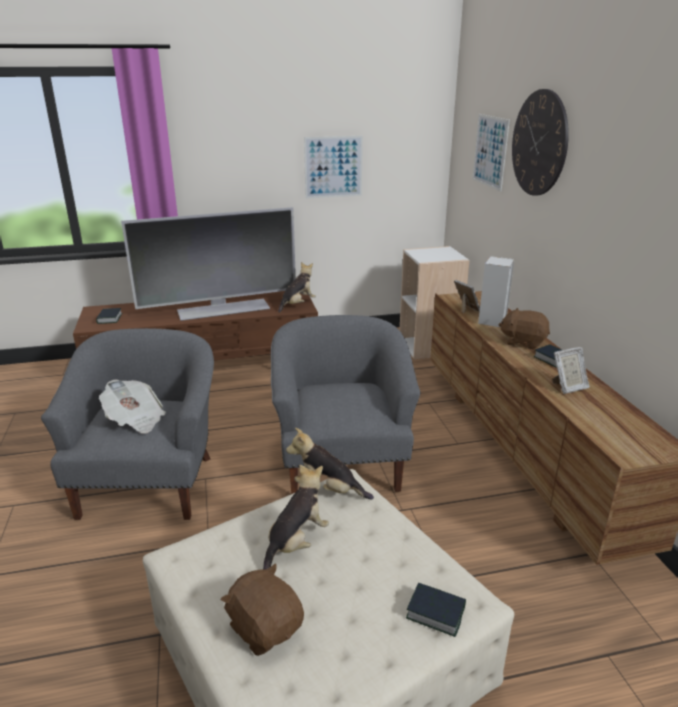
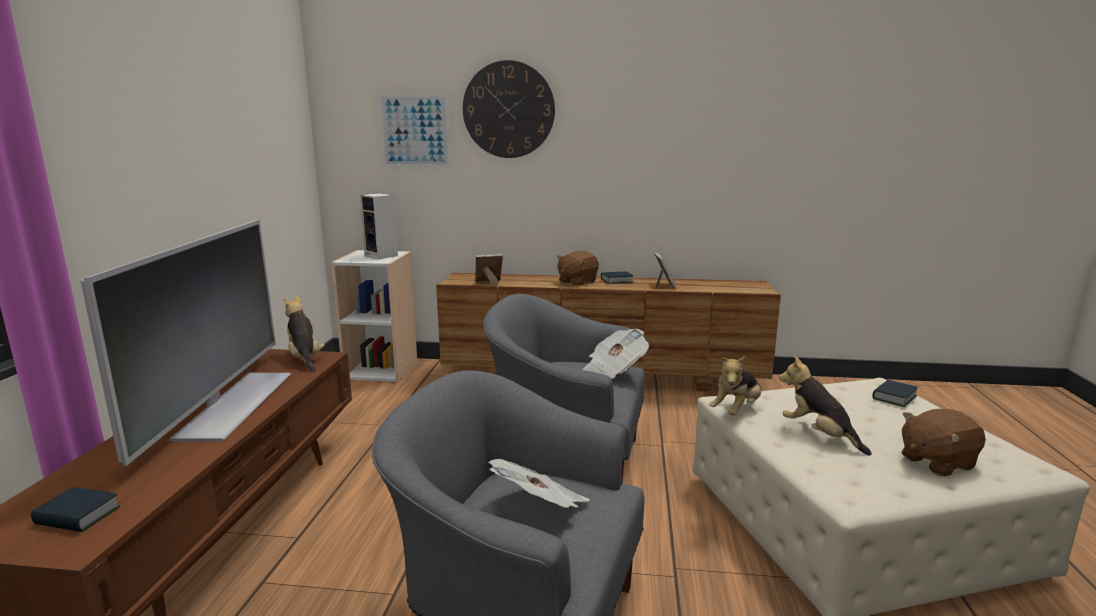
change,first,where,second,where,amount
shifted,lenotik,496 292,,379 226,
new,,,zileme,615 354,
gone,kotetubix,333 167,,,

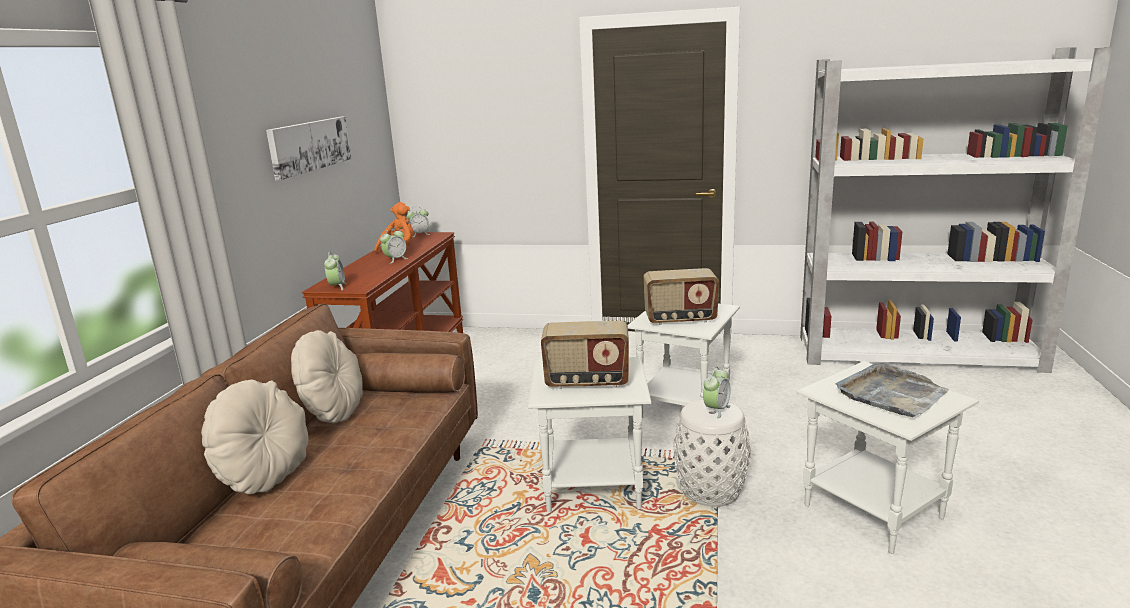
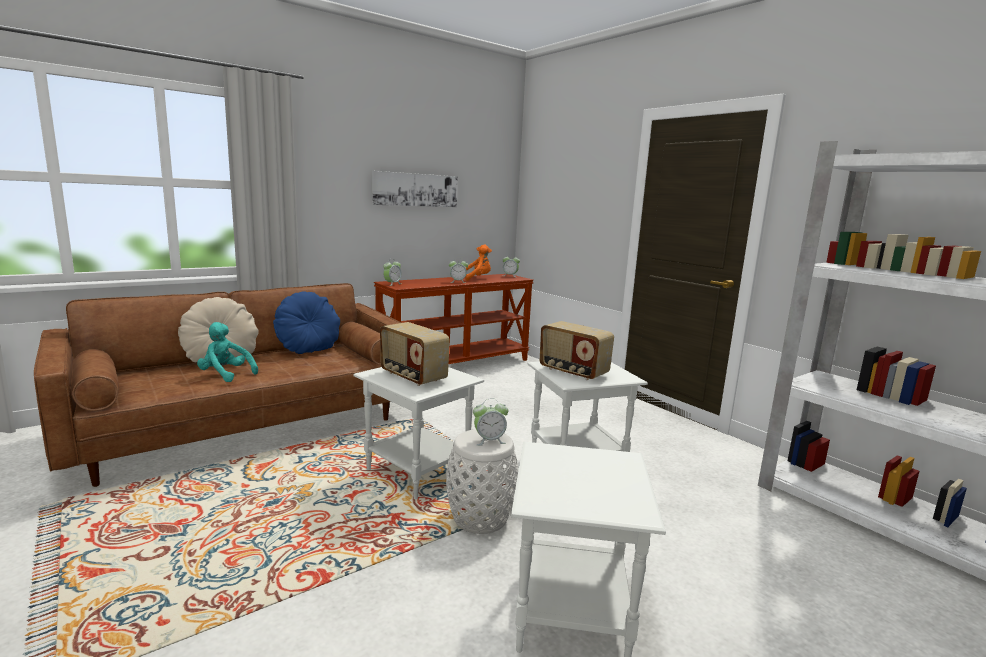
change,first,where,second,where,amount
new,,,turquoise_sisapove,227 352,
repainted,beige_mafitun,327 376,blue_mafitun,306 322,
gone,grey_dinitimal,892 390,,,

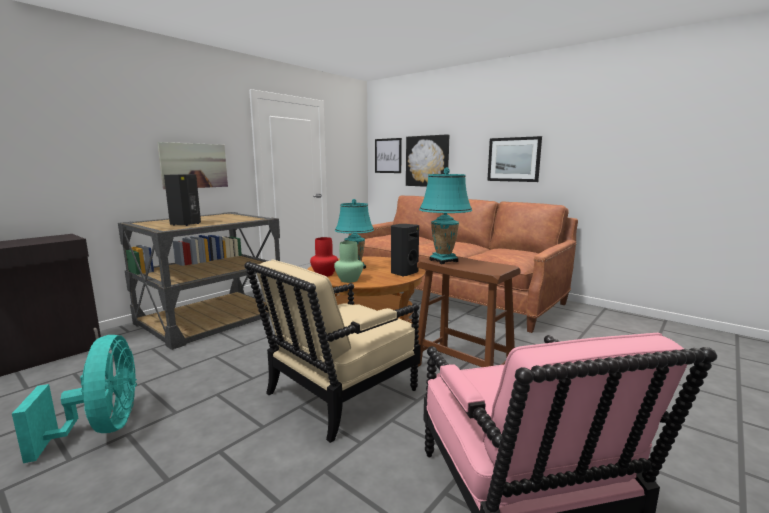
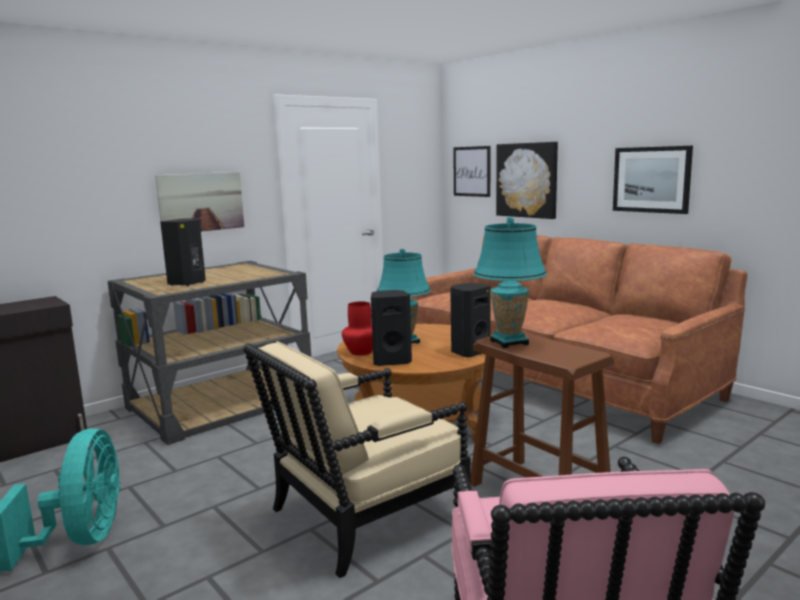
change,first,where,second,where,amount
swapped,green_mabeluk,348 262,black_lenotik,391 328,

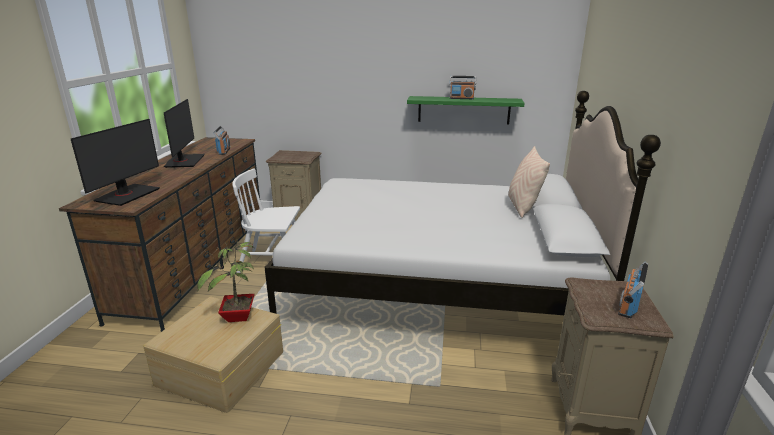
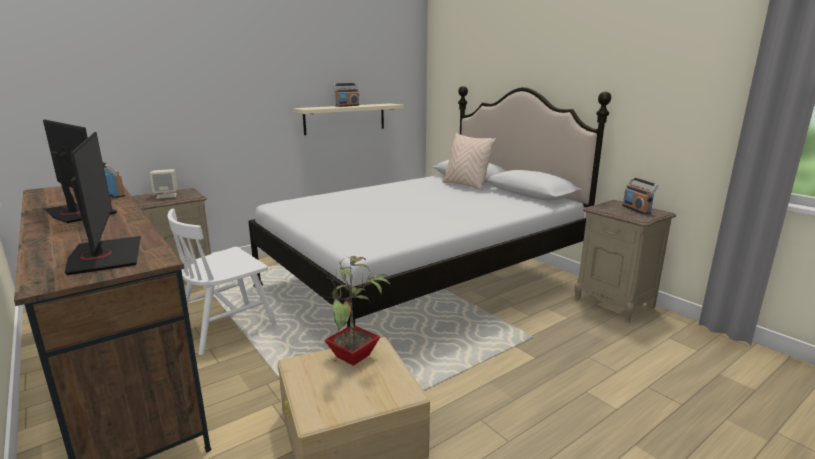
change,first,where,second,where,amount
new,,,beige_lenotik,164 184,
repainted,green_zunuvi,466 110,beige_zunuvi,348 119,

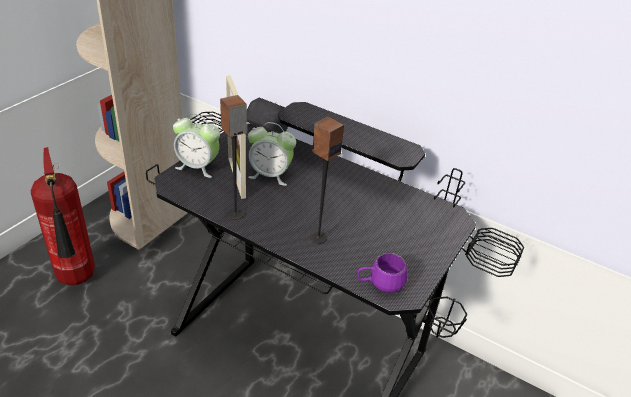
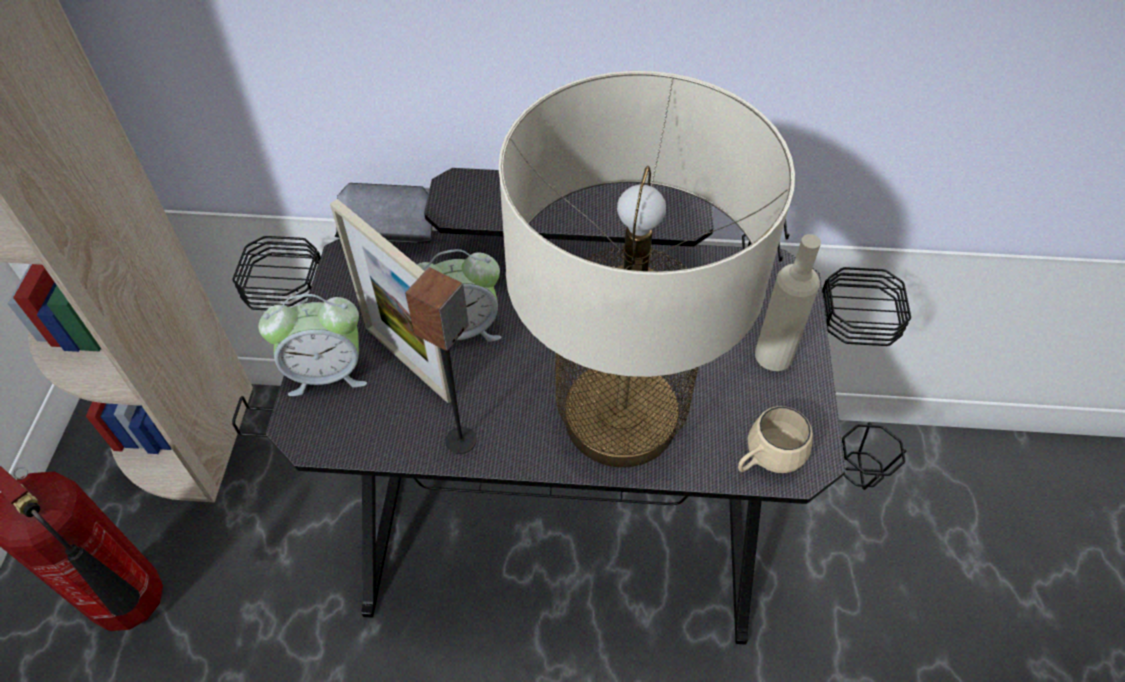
change,first,where,second,where,amount
swapped,lenotik,327 180,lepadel,646 269,
repainted,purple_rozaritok,383 273,beige_rozaritok,775 439,
new,,,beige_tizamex,788 302,

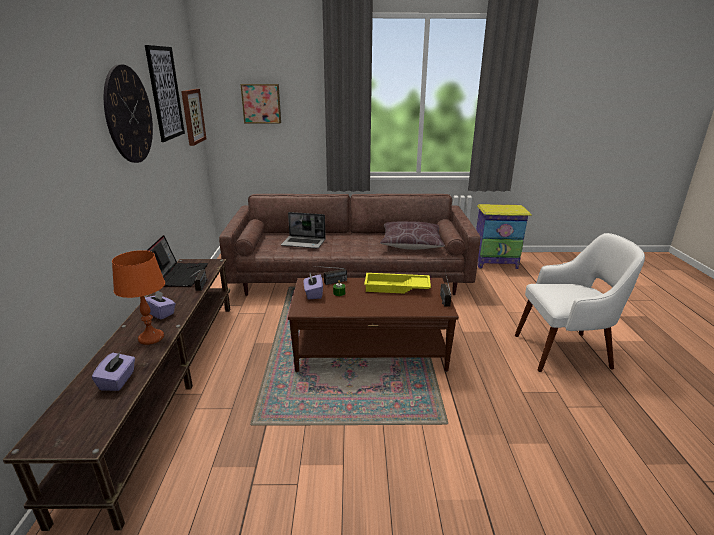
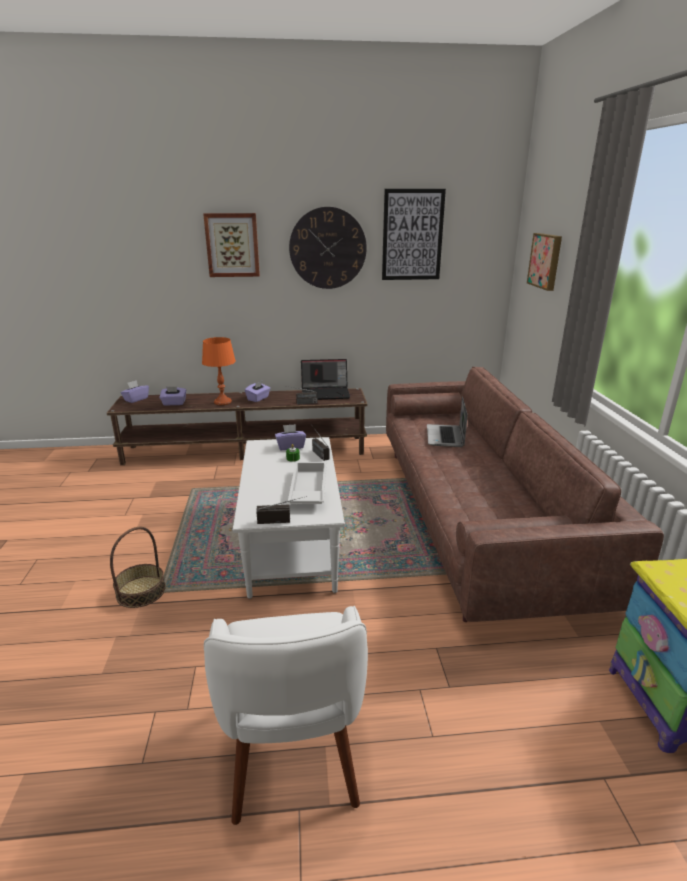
change,first,where,second,where,amount
new,,,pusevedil,138 567,
new,,,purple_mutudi,135 391,
shifted,kotetubix,193 117,,231 245,
repainted,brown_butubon,373 325,white_butubon,289 518,
repainted,yellow_dinitimal,397 283,white_dinitimal,307 483,
gone,brown_mafitun,412 235,,,

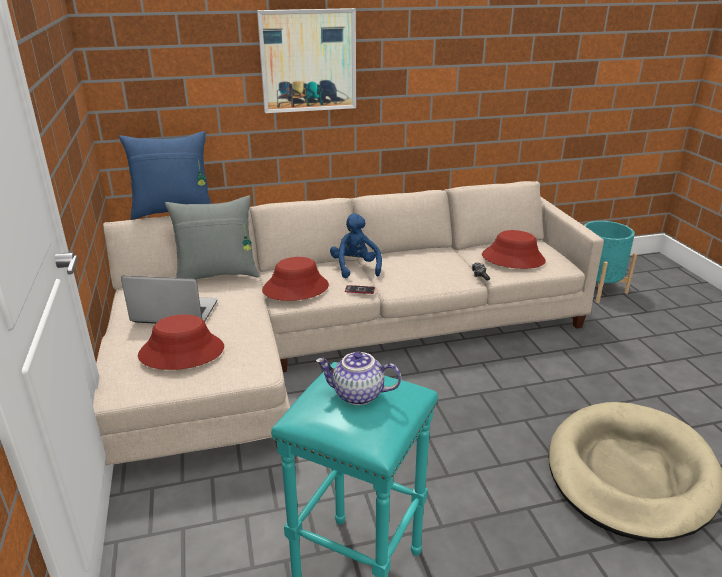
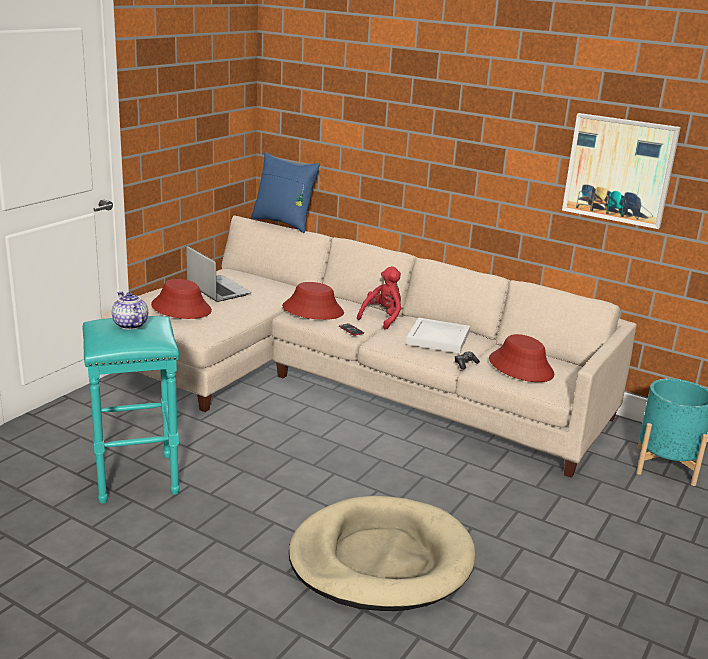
change,first,where,second,where,amount
repainted,blue_sisapove,356 246,red_sisapove,379 298,
new,,,white_dinitimal,438 335,
shifted,kotetubix,306 60,,621 171,
gone,grey_mafitun,212 237,,,

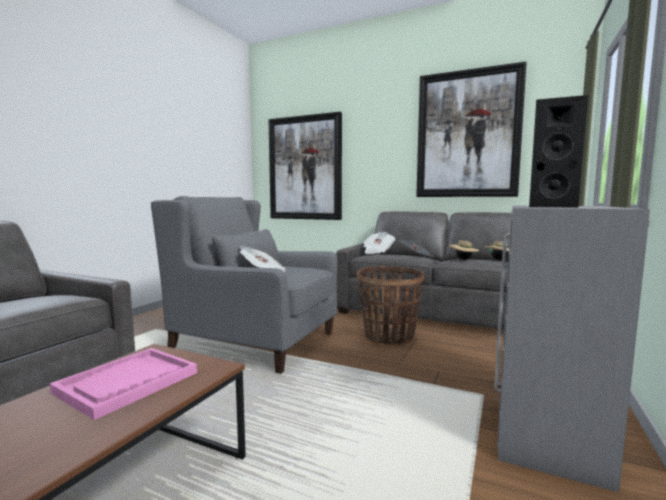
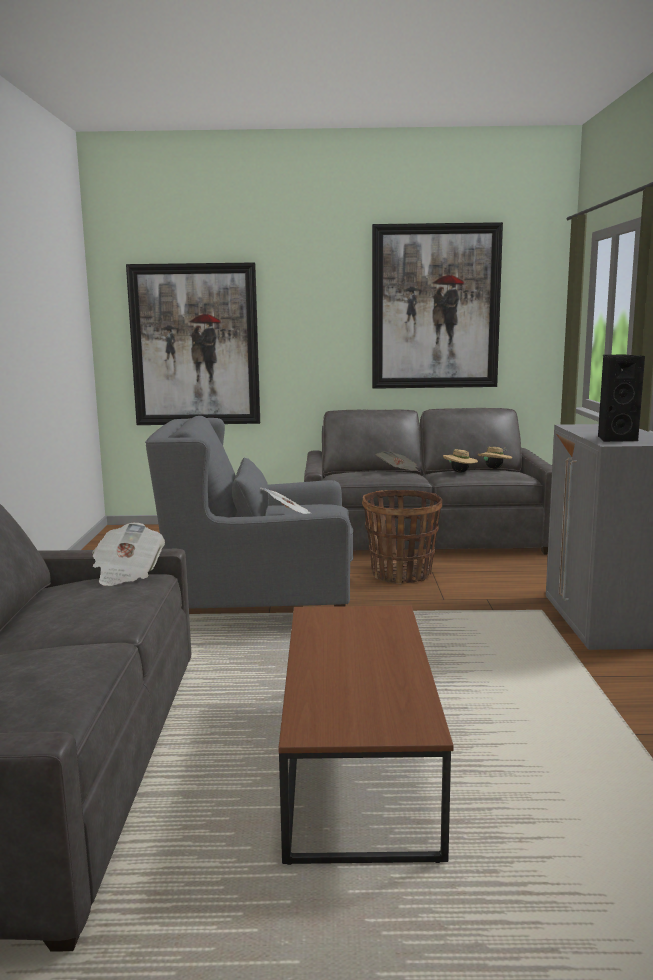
change,first,where,second,where,amount
shifted,zileme,379 243,,128 554,
gone,pink_dinitimal,123 384,,,

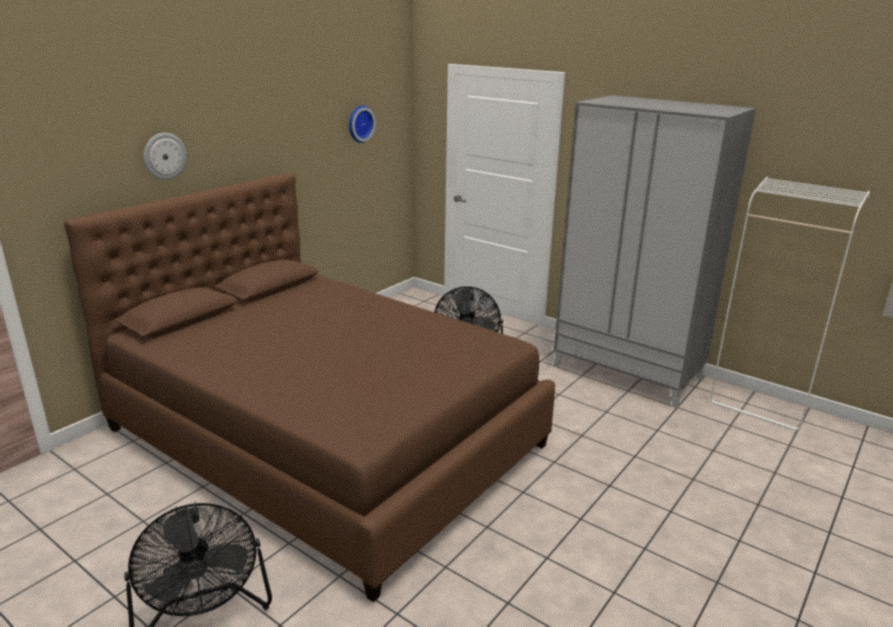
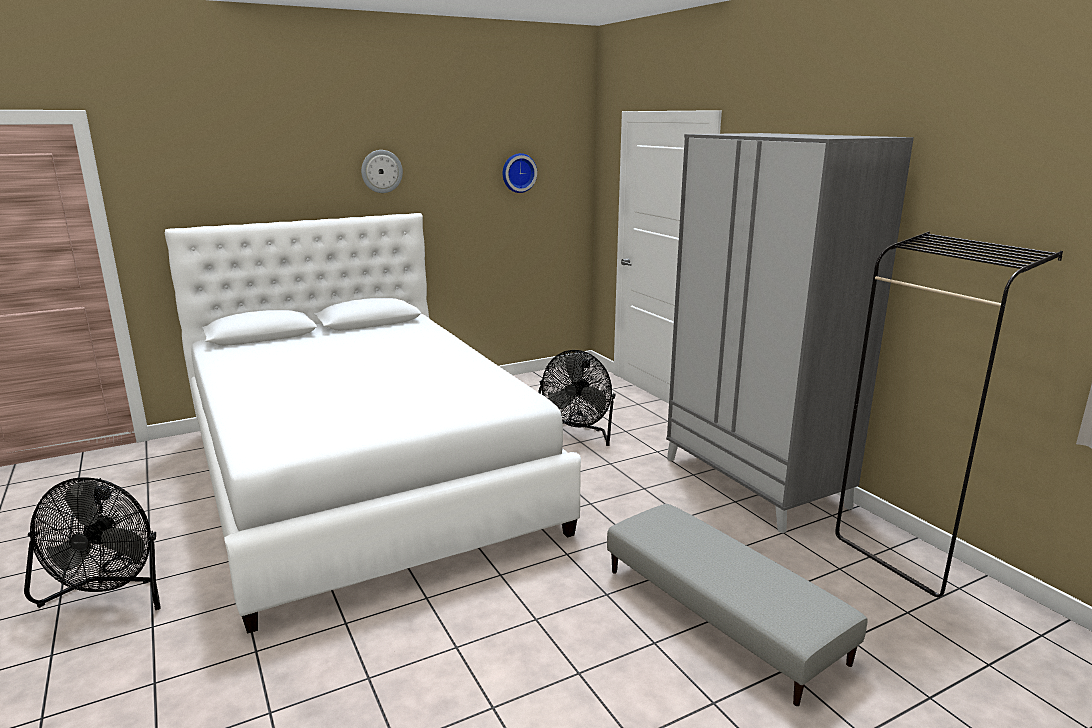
change,first,where,second,where,amount
repainted,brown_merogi,309 387,white_merogi,373 423,
shifted,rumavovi,165 156,,382 171,
new,,,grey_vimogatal,737 605,
repainted,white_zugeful,790 303,black_zugeful,949 414,

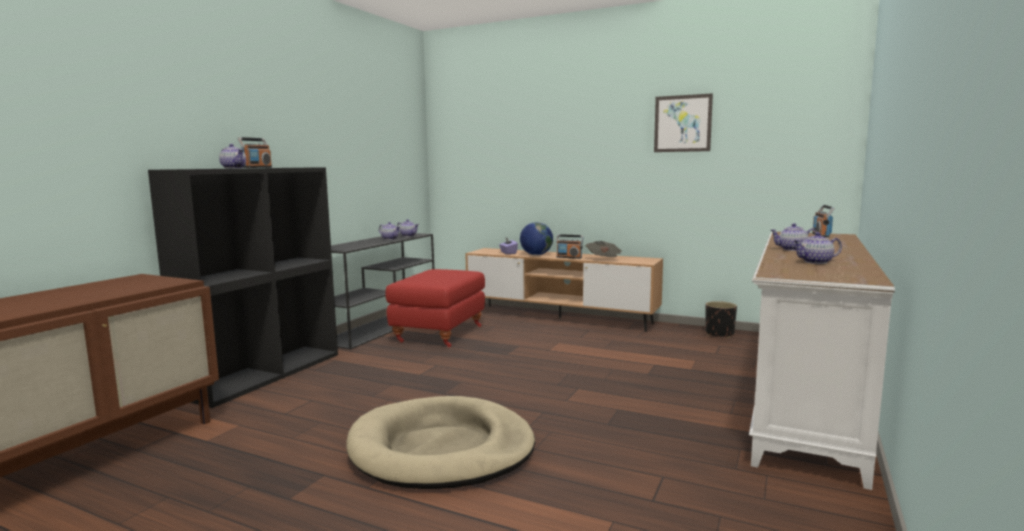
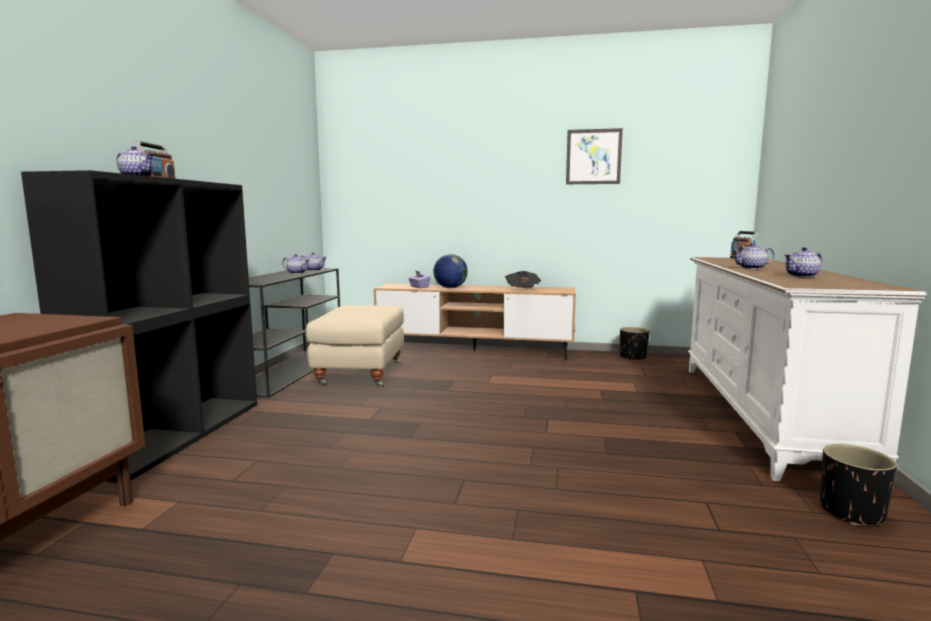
change,first,where,second,where,amount
repainted,red_vimogatal,435 308,beige_vimogatal,355 346,
new,,,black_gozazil,858 485,
gone,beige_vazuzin,440 442,,,
gone,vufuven,569 246,,,

